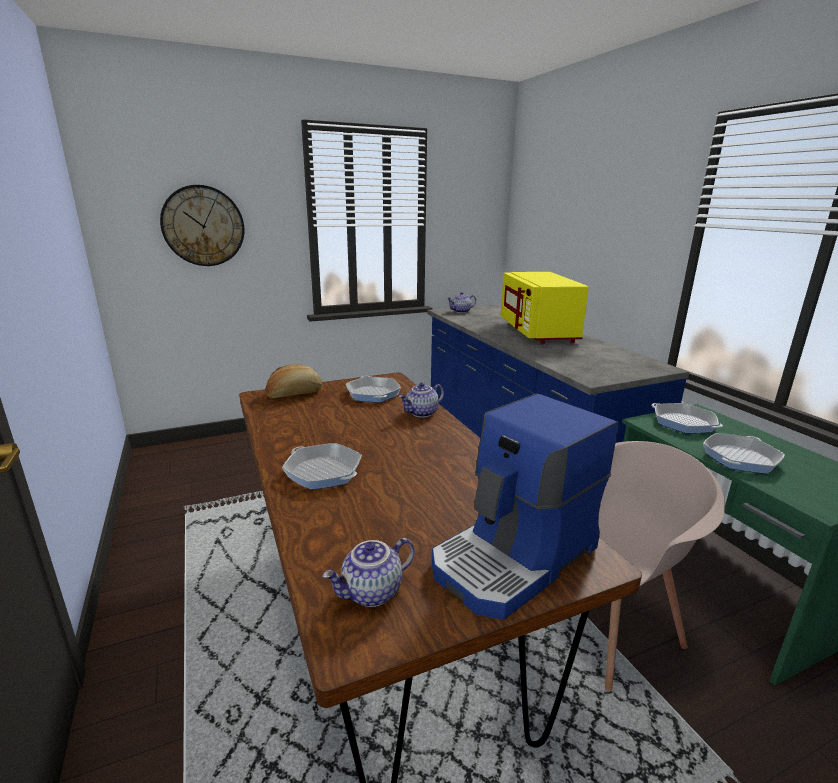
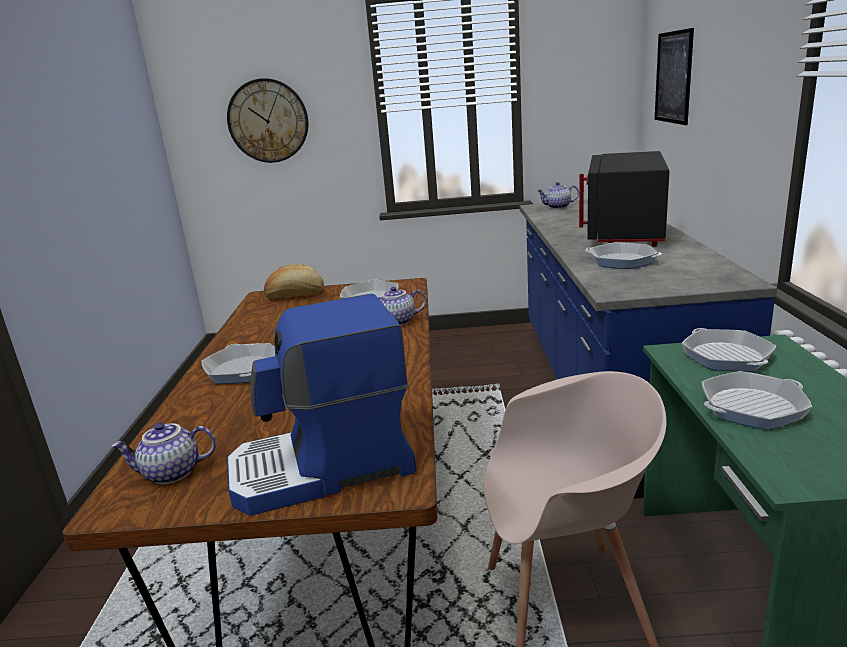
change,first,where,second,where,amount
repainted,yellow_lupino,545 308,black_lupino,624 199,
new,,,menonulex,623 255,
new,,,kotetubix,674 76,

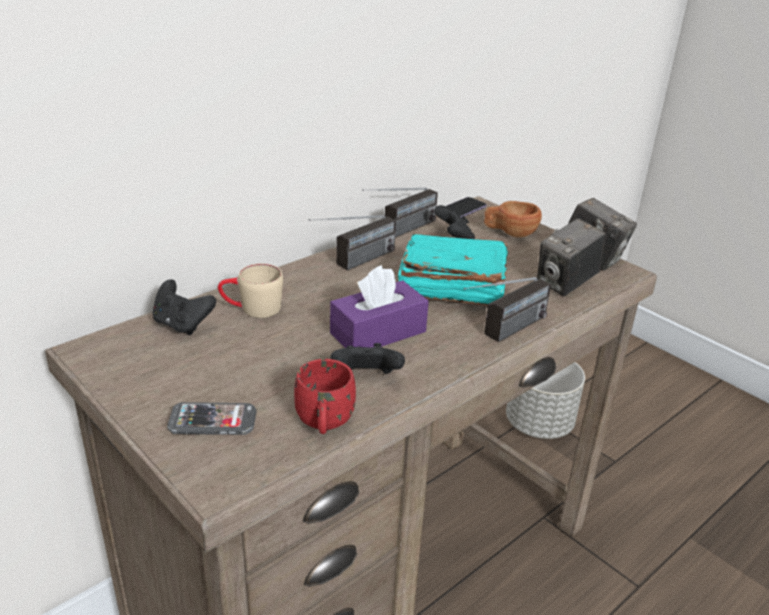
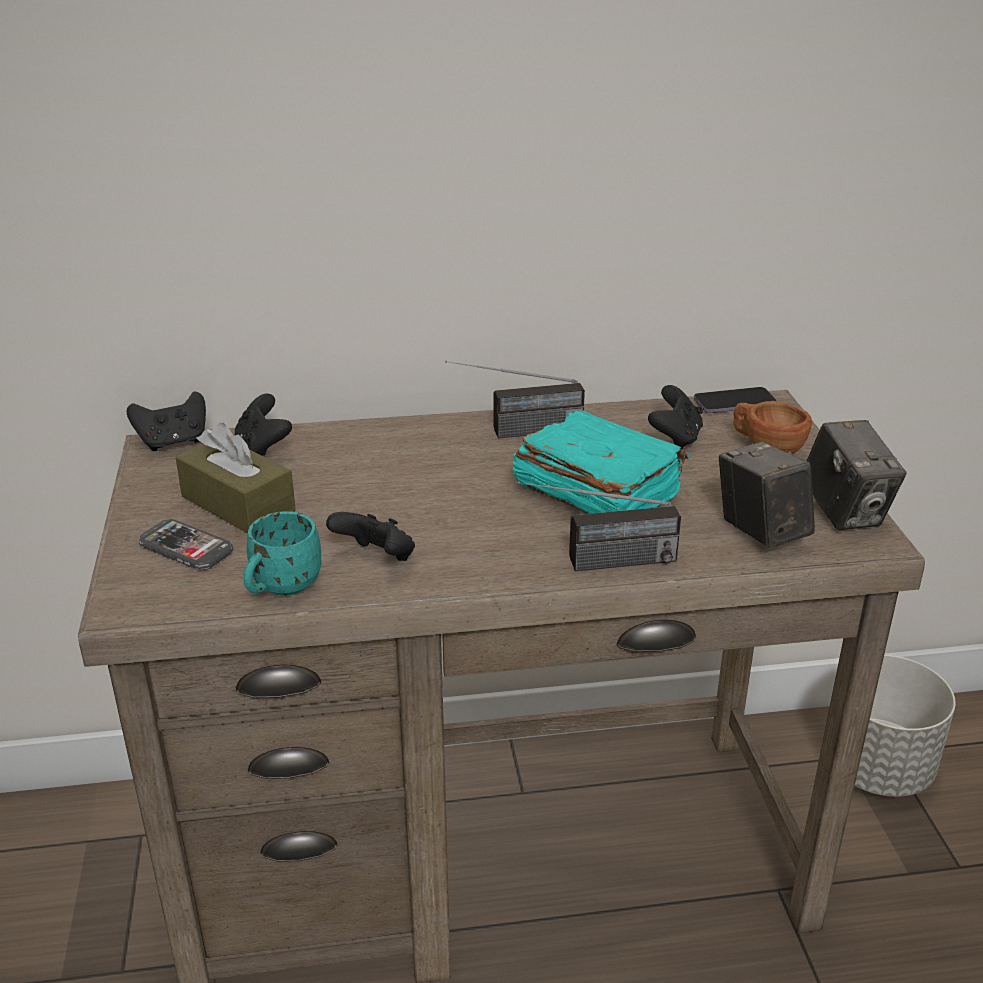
change,first,where,second,where,amount
new,,,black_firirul,166 421,
new,,,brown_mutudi,236 478,
repainted,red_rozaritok,325 396,turquoise_rozaritok,282 553,
rotated,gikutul,571 257,,767 495,75 degrees clockwise
gone,beige_rozaritok,250 291,,,
gone,purple_mutudi,379 306,,,
gone,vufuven,400 212,,,

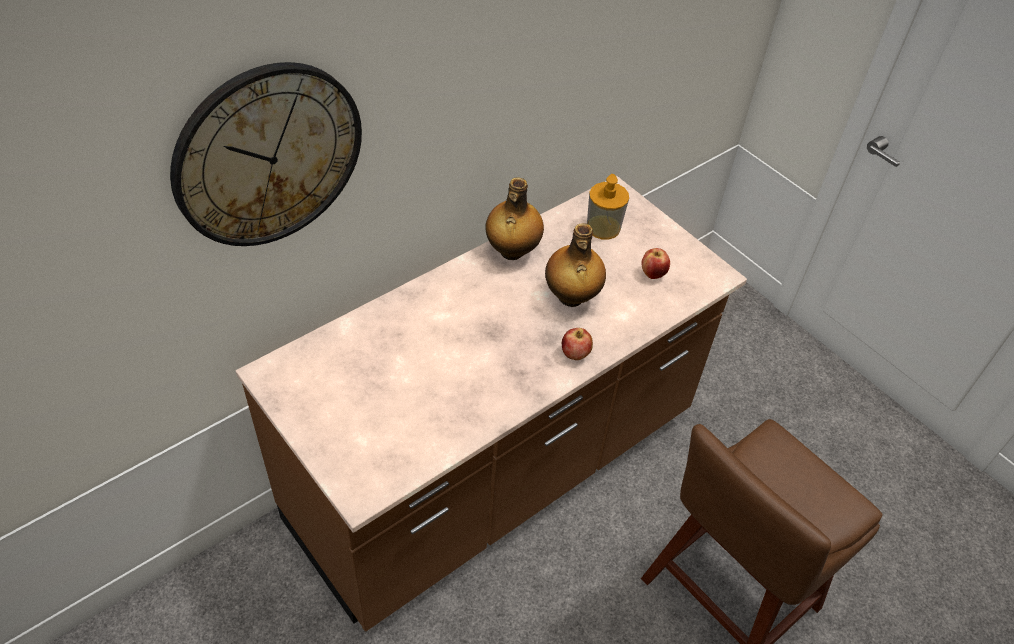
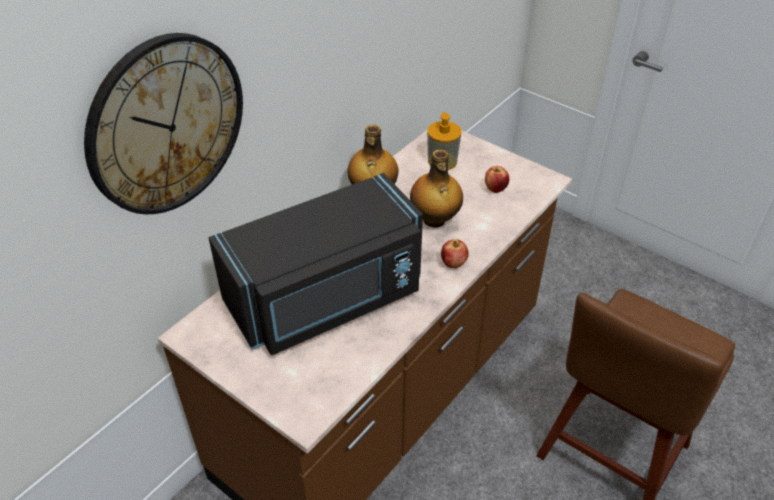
change,first,where,second,where,amount
new,,,black_lupino,316 264,

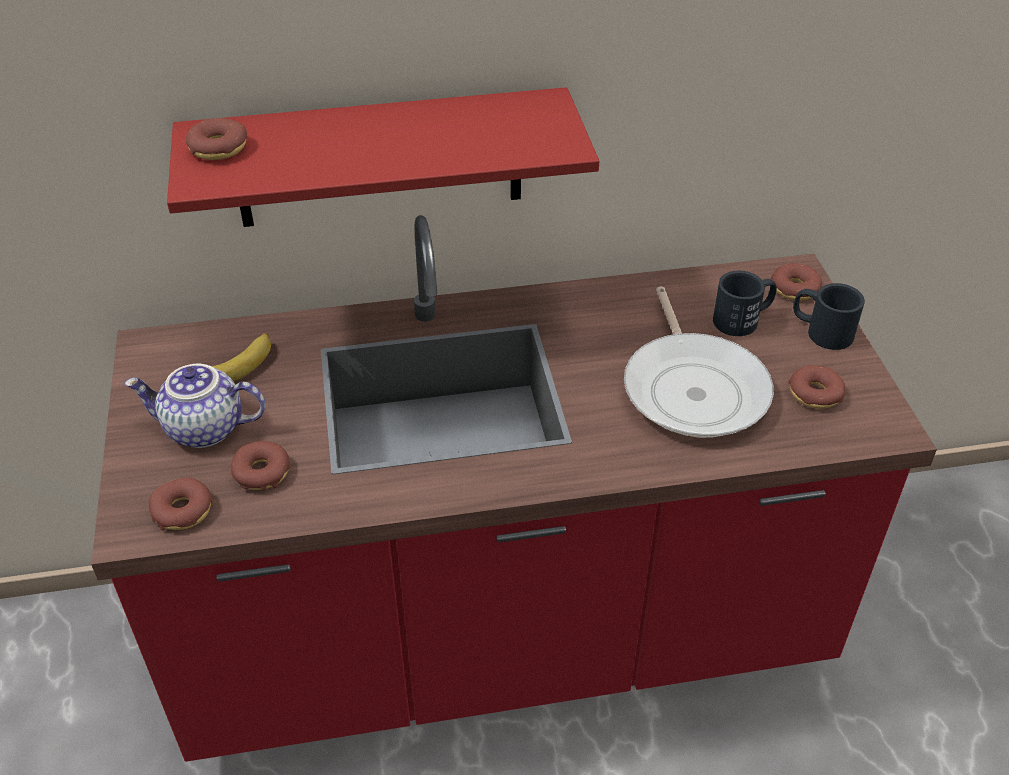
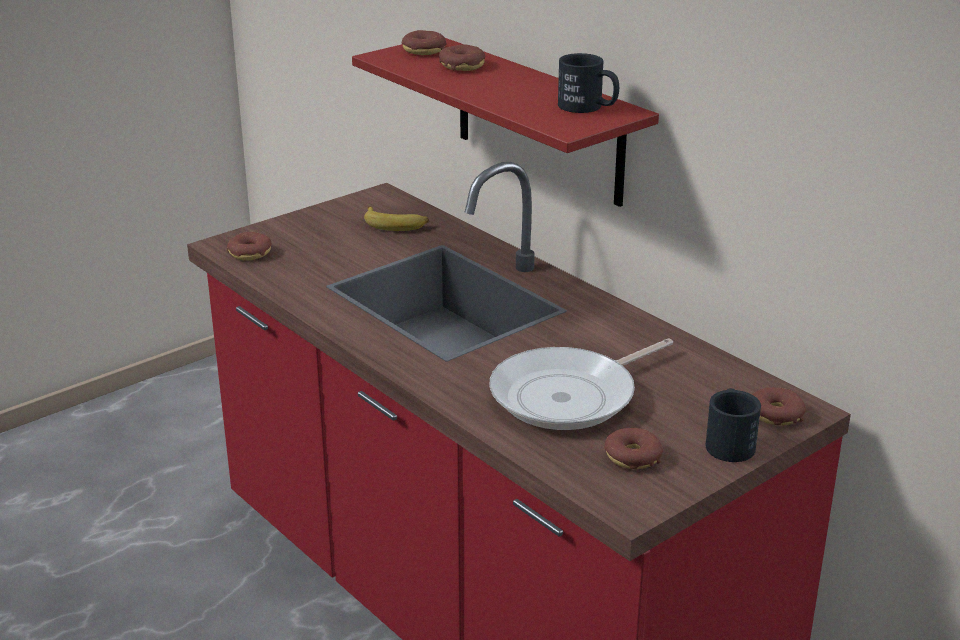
change,first,where,second,where,amount
shifted,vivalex,260 465,,462 57,
shifted,black_rozaritok,745 303,,588 83,
gone,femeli,195 406,,,

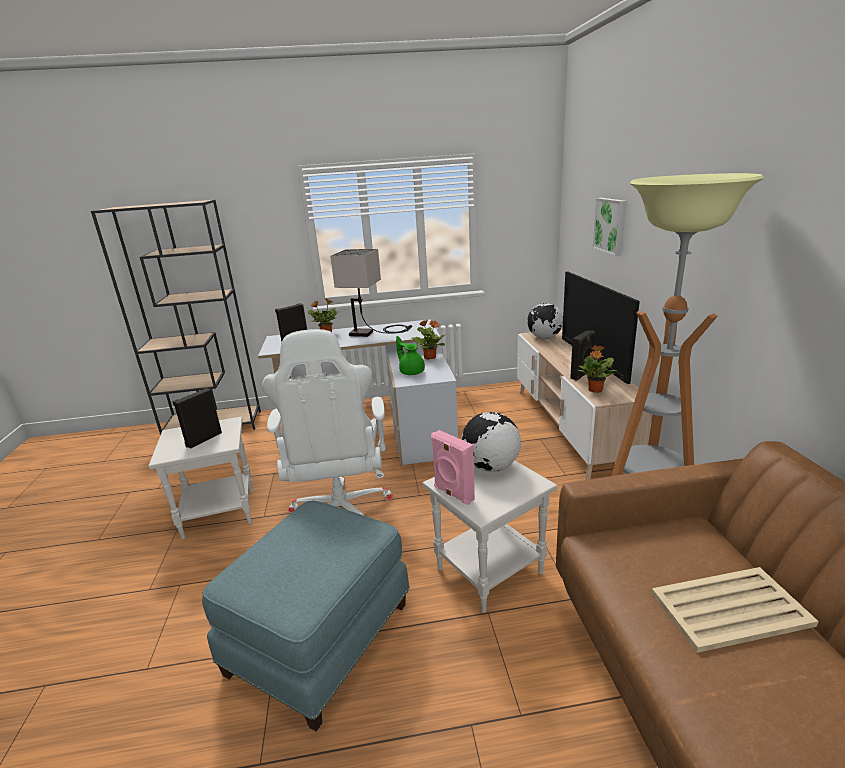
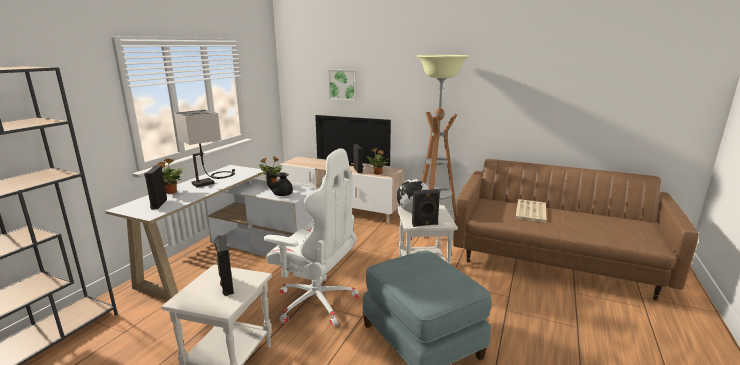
change,first,where,second,where,amount
repainted,green_femeli,410 355,black_femeli,279 183,
repainted,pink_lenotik,453 467,black_lenotik,426 208,
gone,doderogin,545 321,,,

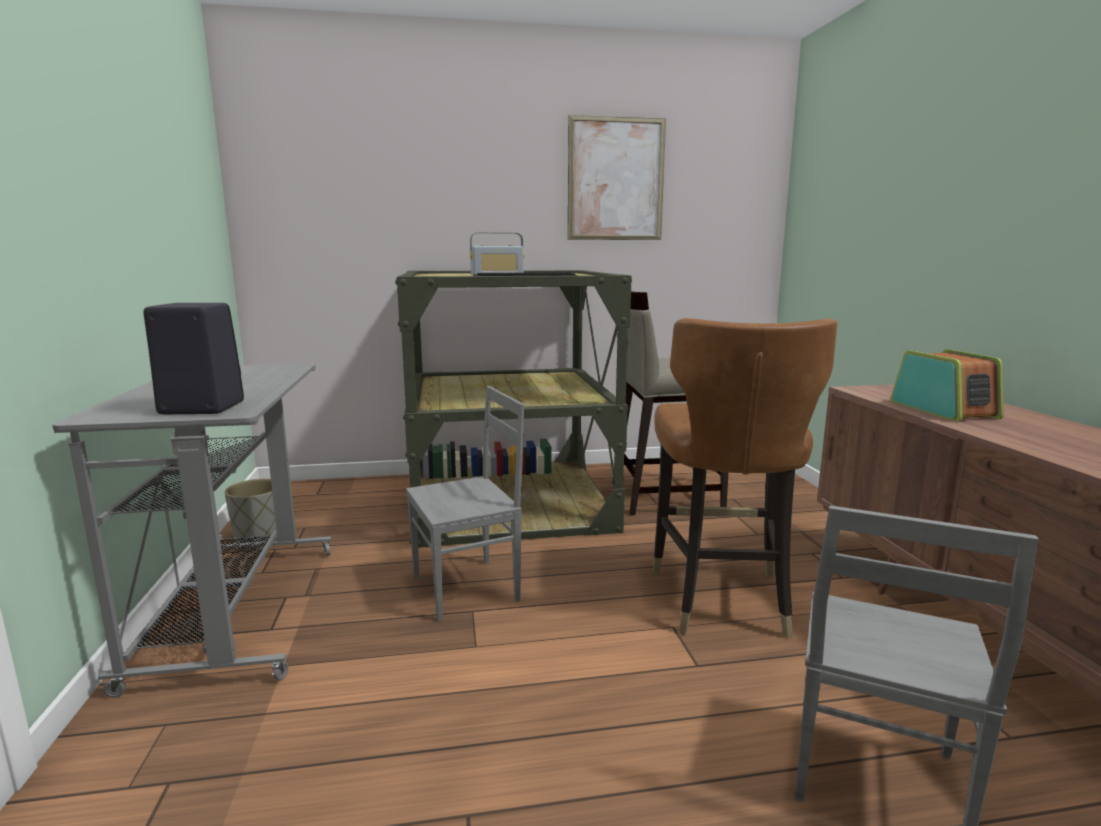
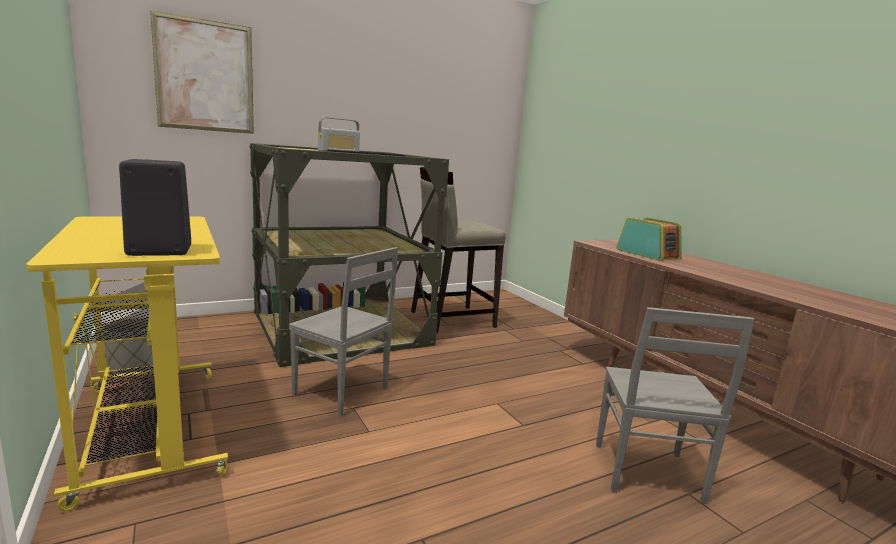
change,first,where,second,where,amount
repainted,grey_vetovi,191 531,yellow_vetovi,127 364,
shifted,kotetubix,617 177,,202 72,
rotated,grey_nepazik,465 503,,343 331,75 degrees clockwise
gone,brown_nepazik,745 478,,,

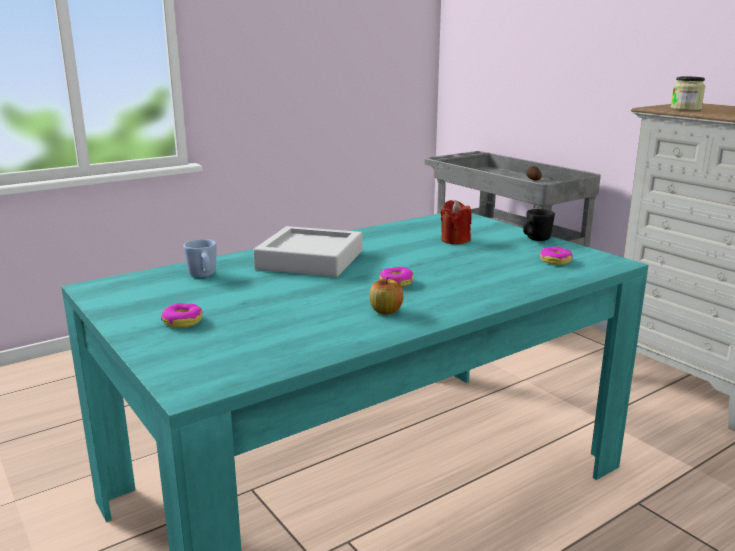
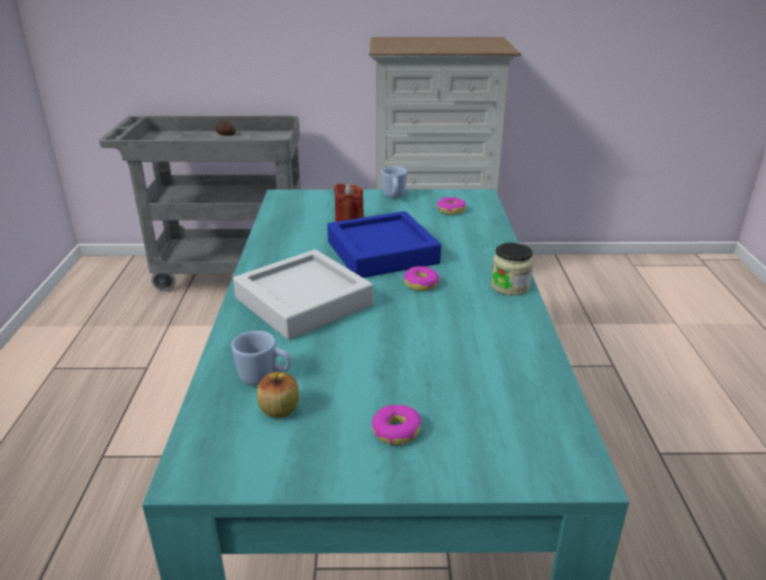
change,first,where,second,where,amount
shifted,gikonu,386 296,,277 395,
new,,,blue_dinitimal,384 244,
repainted,black_rozaritok,539 225,blue_rozaritok,394 182,
shifted,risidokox,688 93,,512 269,

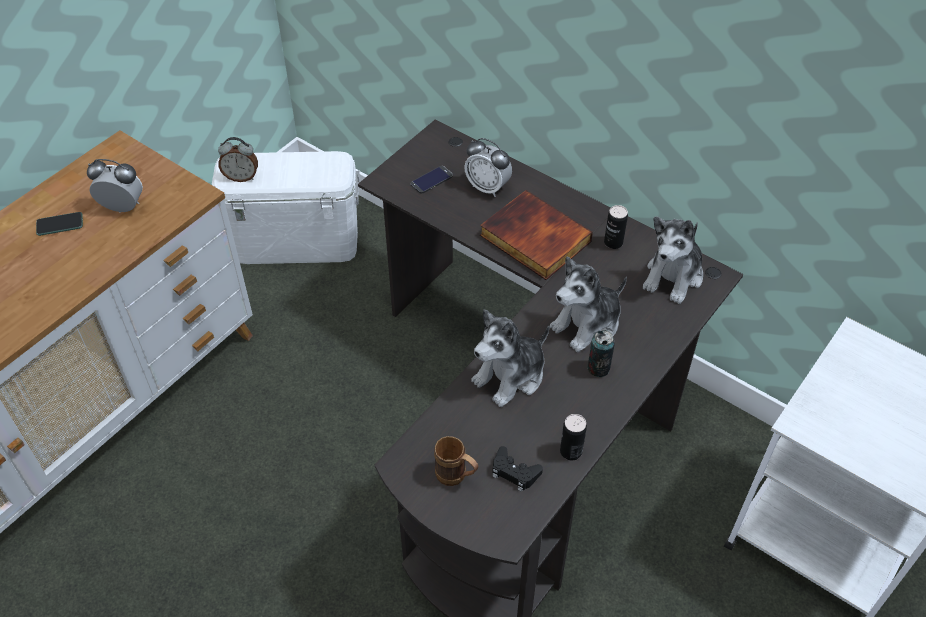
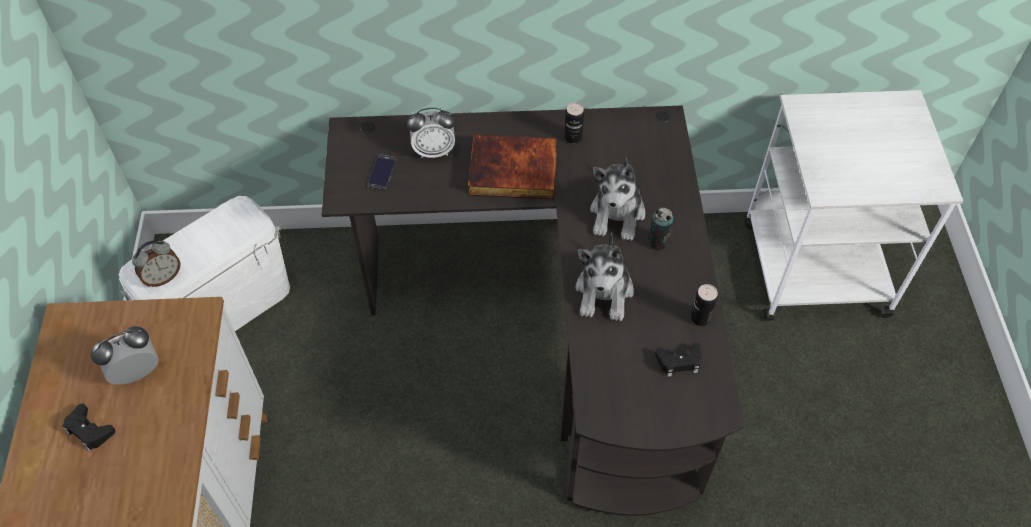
change,first,where,second,where,amount
swapped,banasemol,59 224,black_firirul,88 427,
gone,brown_rozaritok,456 461,,,
gone,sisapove,673 260,,,

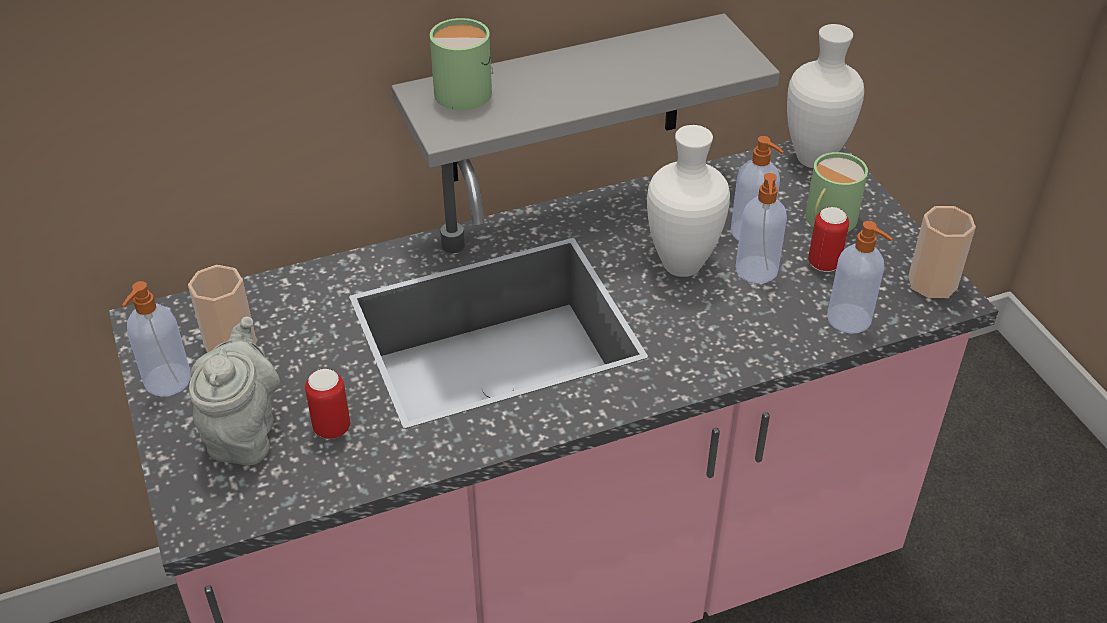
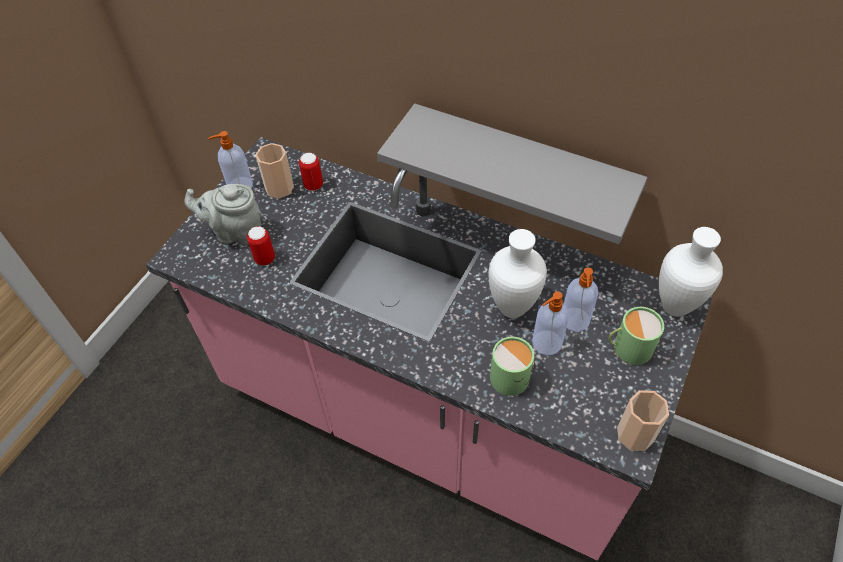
change,first,where,second,where,amount
rotated,grey_femeli,234 390,,223 214,135 degrees counterclockwise
shifted,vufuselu,828 239,,311 172,
shifted,green_rozaritok,461 64,,512 366,
gone,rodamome,859 277,,,

